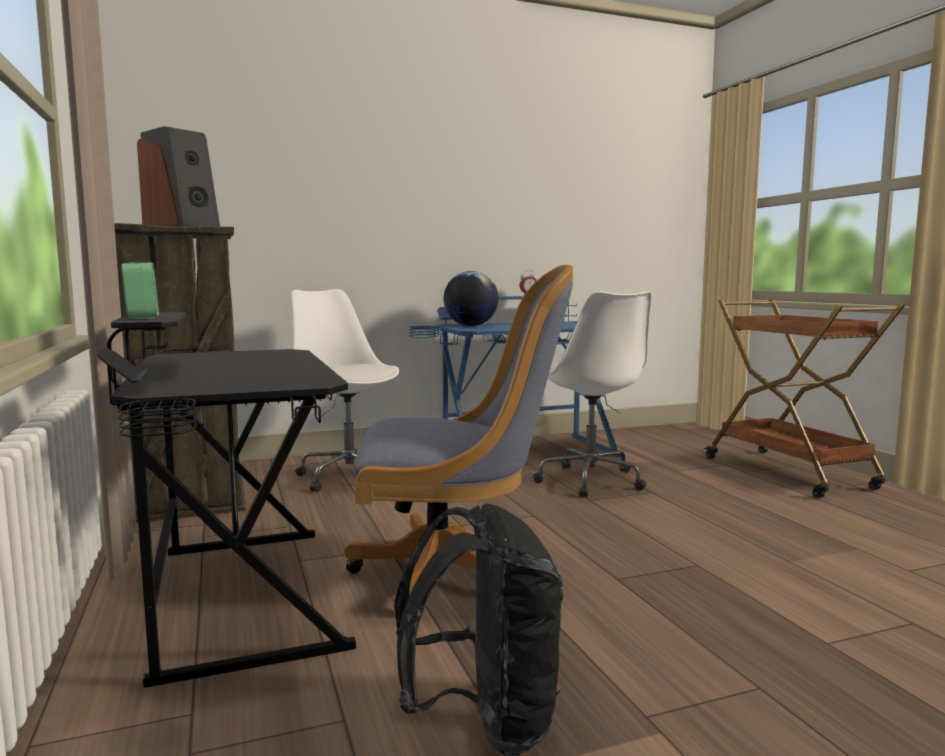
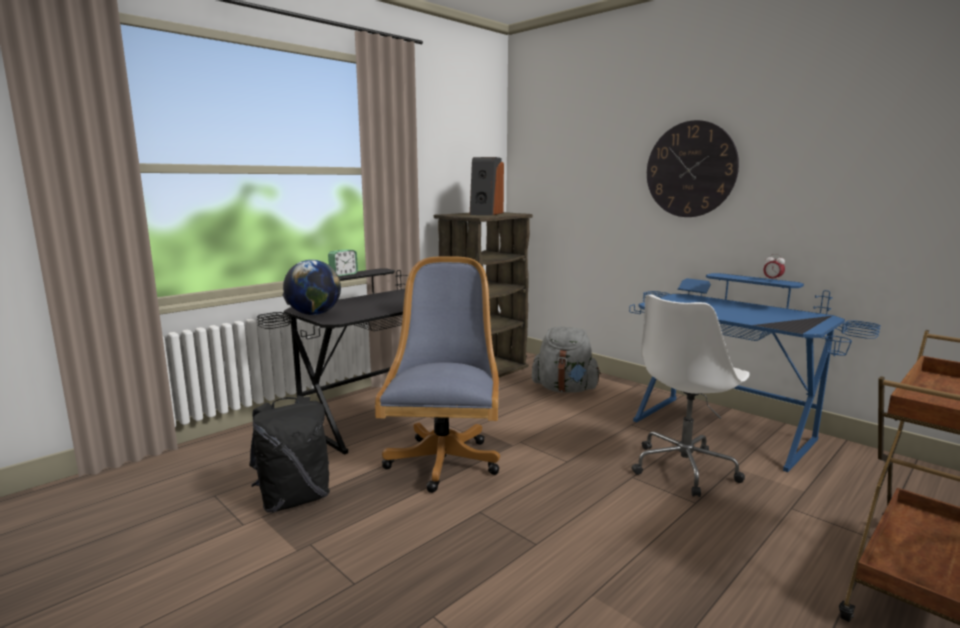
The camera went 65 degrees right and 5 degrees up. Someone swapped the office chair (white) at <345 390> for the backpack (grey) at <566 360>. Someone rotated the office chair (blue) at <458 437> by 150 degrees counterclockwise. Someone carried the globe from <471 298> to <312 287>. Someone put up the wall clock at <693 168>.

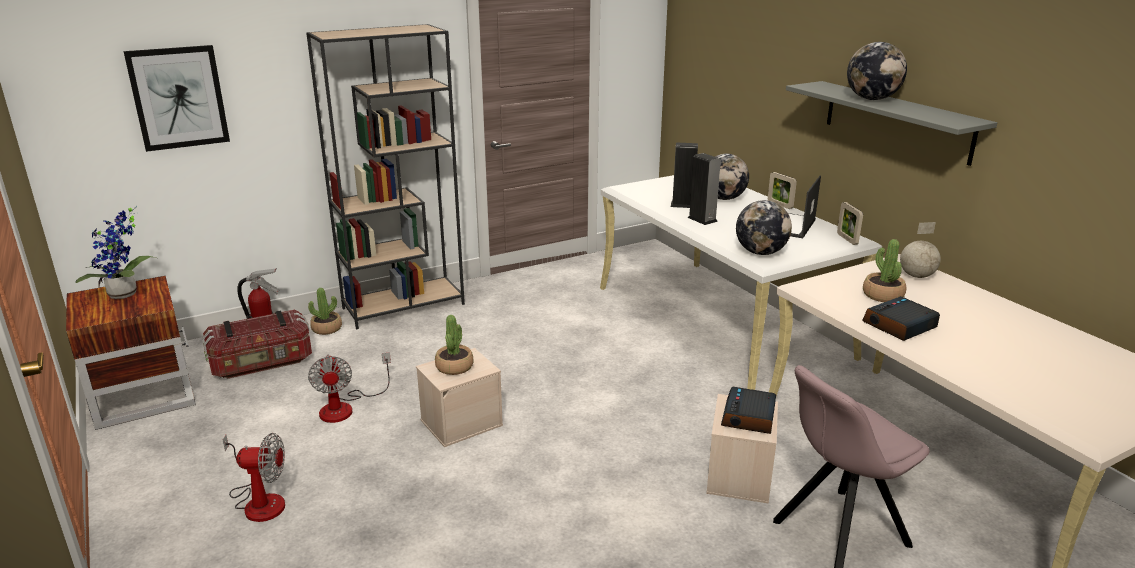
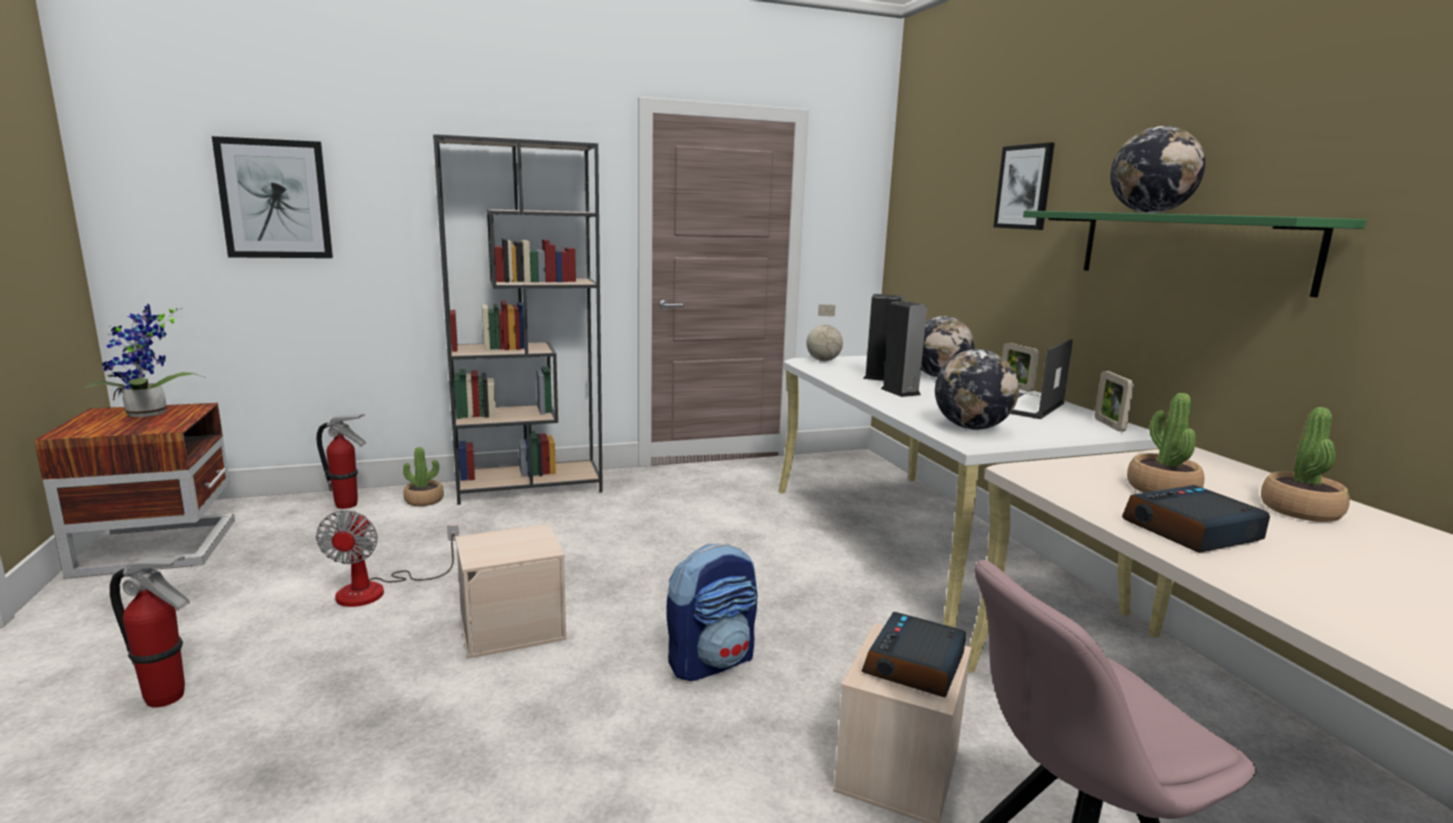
The camera went 10 degrees right and 10 degrees down. Someone took away the storage box at <257 344>. Someone swapped the fan at <254 477> for the fire extinguisher at <150 632>. Someone carried the potted plant from <454 345> to <1305 464>. Someone repainted the shelf (grey) at <891 123>, which became the shelf (green) at <1195 254>. Someone carried the globe from <920 250> to <824 332>. Someone put down the backpack at <712 612>. Someone put up the picture at <1024 186>.

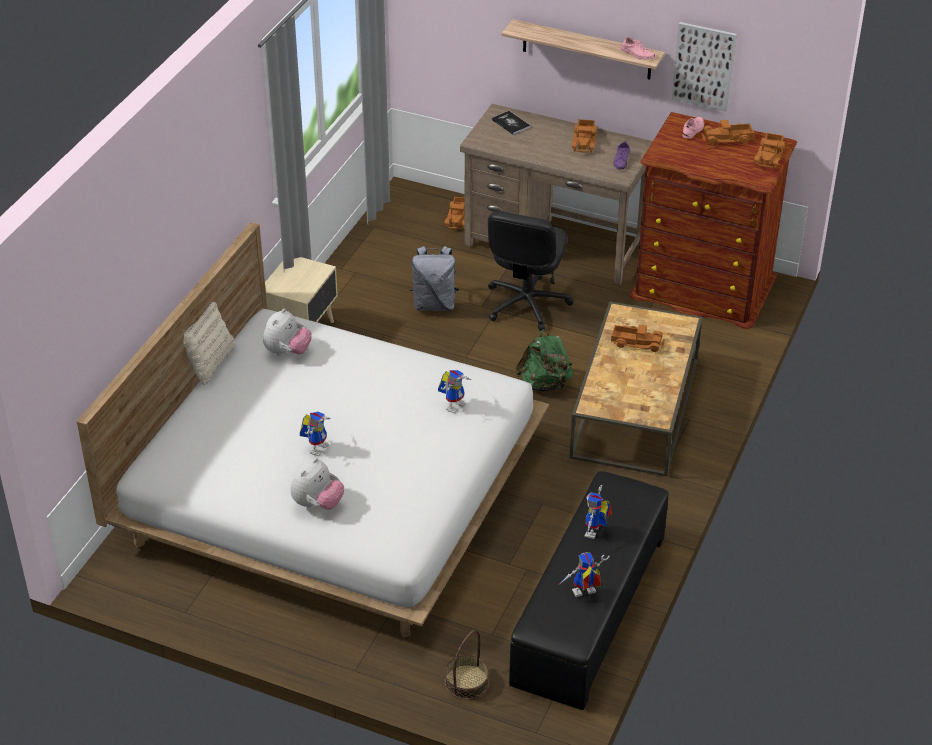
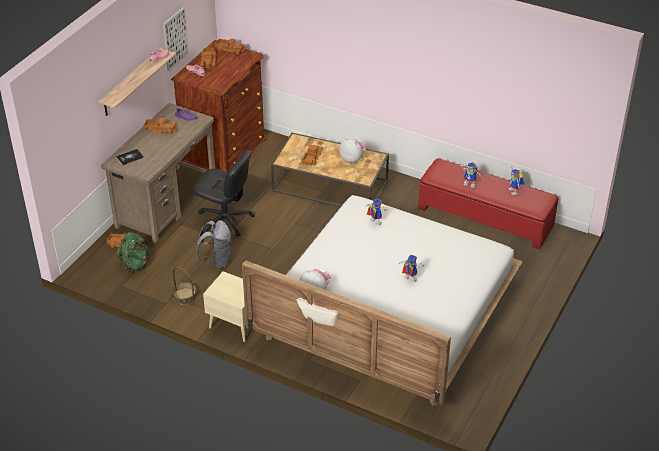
The camera went 85 degrees left and 0 degrees up. Someone carried the plush toy from <317 484> to <352 151>. Someone carried the basket from <467 664> to <184 286>. Someone repainted the bench (black) at <588 590>, which became the bench (red) at <488 203>. Someone carried the backpack (green) from <544 360> to <133 252>.

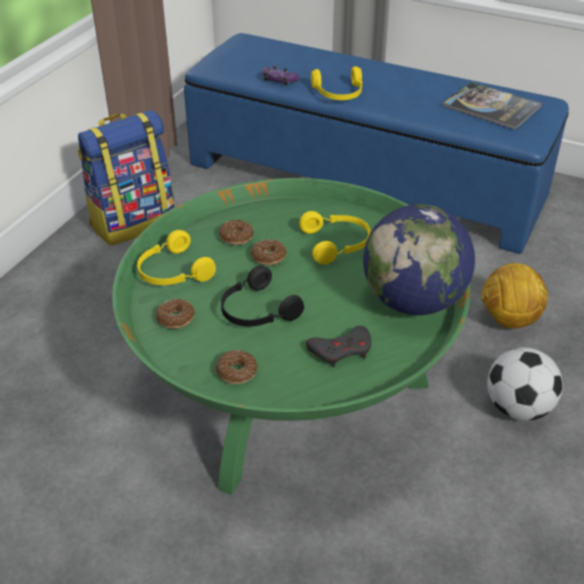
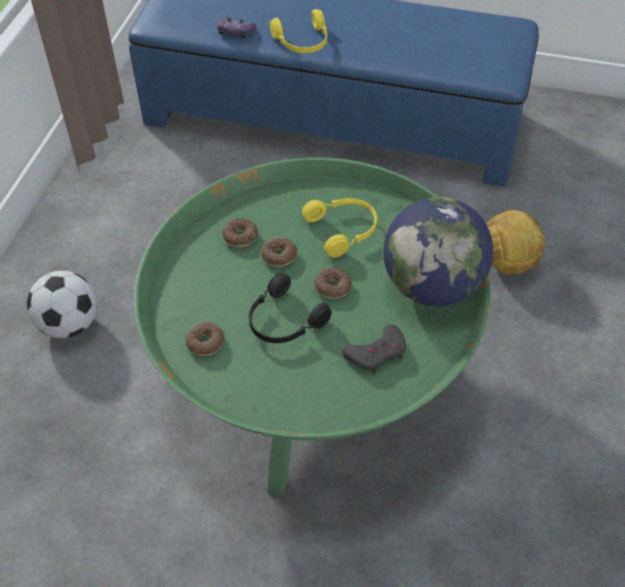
The camera went 10 degrees left and 10 degrees up. Someone took away the backpack at <126 178>. Someone took away the headphones (yellow) at <176 257>. Someone carried the donut from <237 367> to <333 283>. Someone took away the book at <492 106>. Someone carried the football from <525 384> to <62 304>.

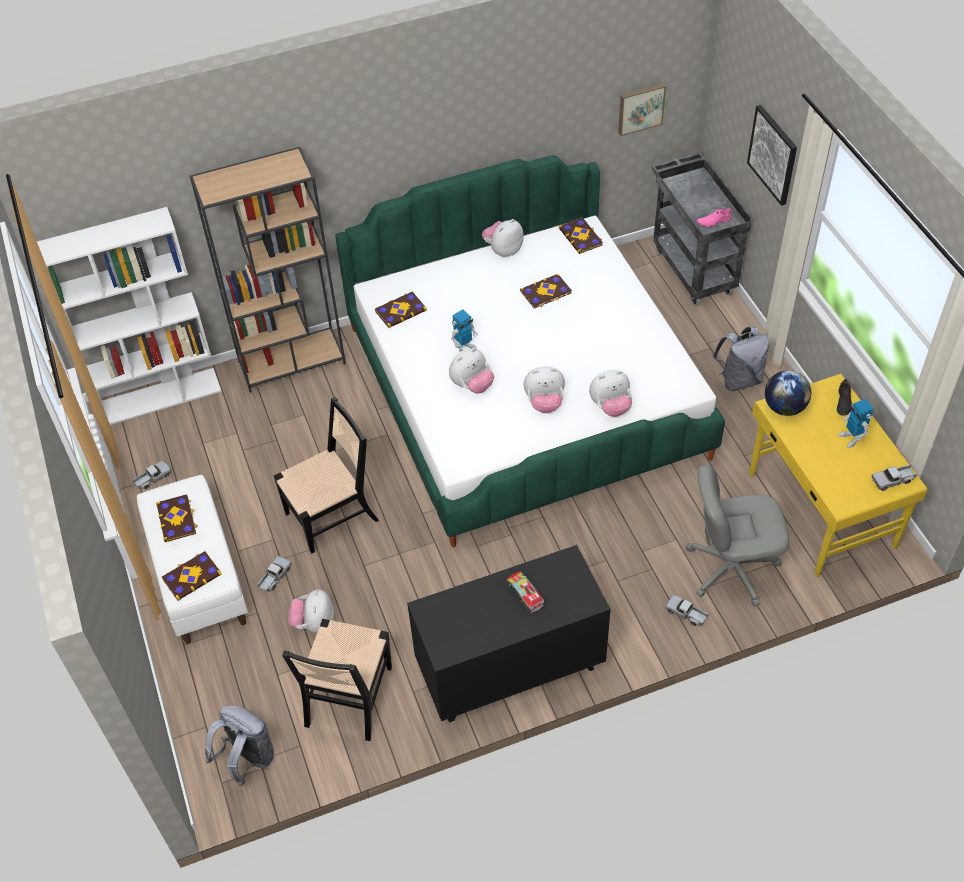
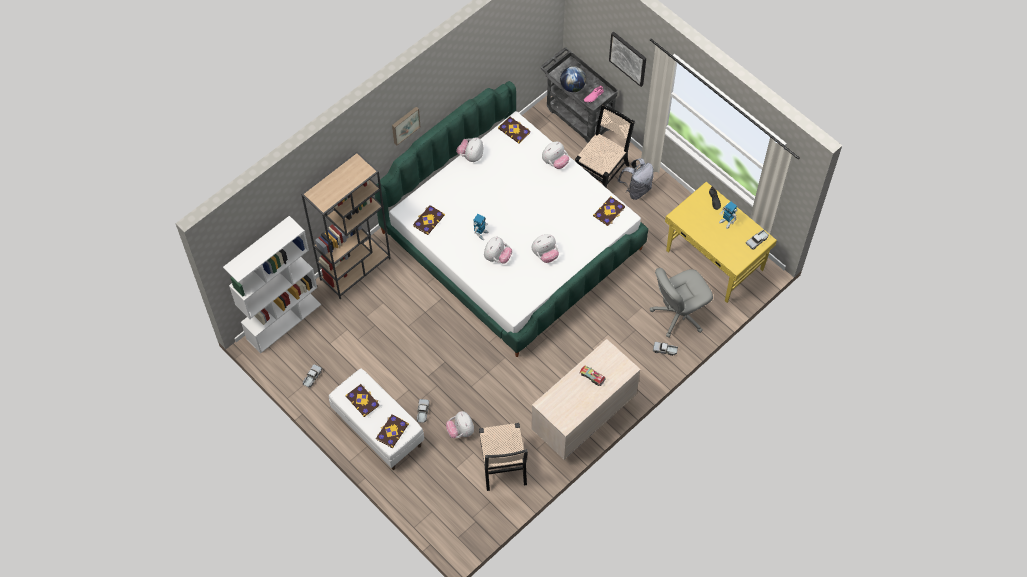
The camera went 25 degrees left and 10 degrees up. Someone took away the backpack (grey) at <239 745>. Someone carried the chair from <326 475> to <605 145>. Someone repainted the dresser (black) at <509 633>, which became the dresser (beige) at <585 399>. Someone carried the book from <546 291> to <609 211>. Someone carried the plush toy from <610 393> to <555 155>. Someone carried the picture from <642 109> to <406 126>. Someone carried the globe from <788 393> to <573 79>.

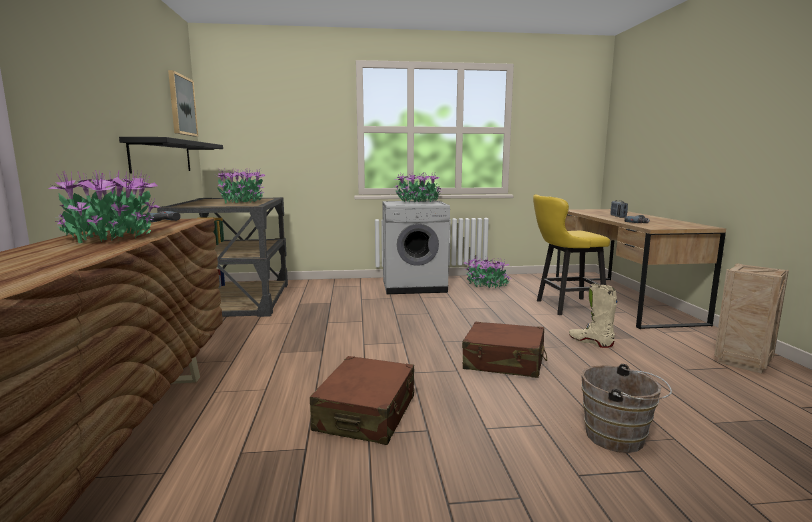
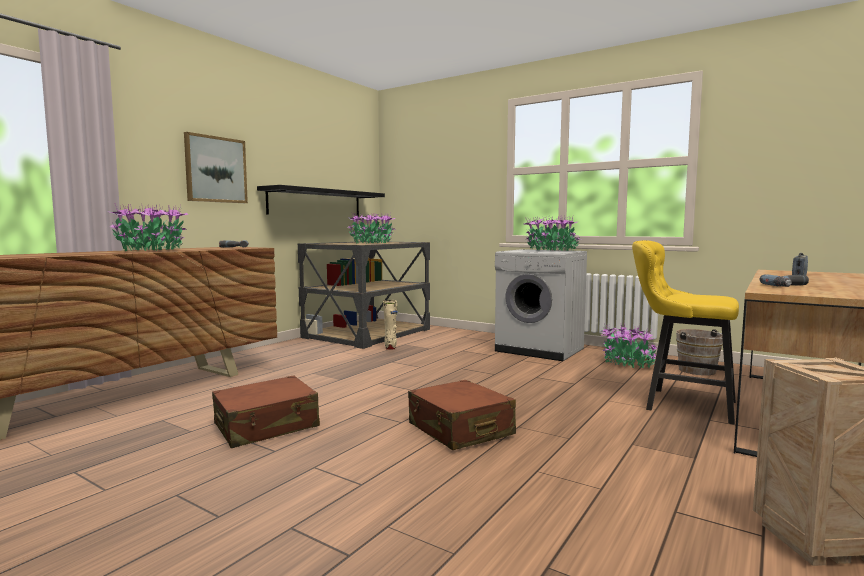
The camera went 40 degrees right and 5 degrees down. Someone carried the picture from <183 103> to <216 167>. Someone carried the boot (beige) from <593 316> to <390 324>. Someone carried the bucket (brown) from <626 408> to <699 352>.

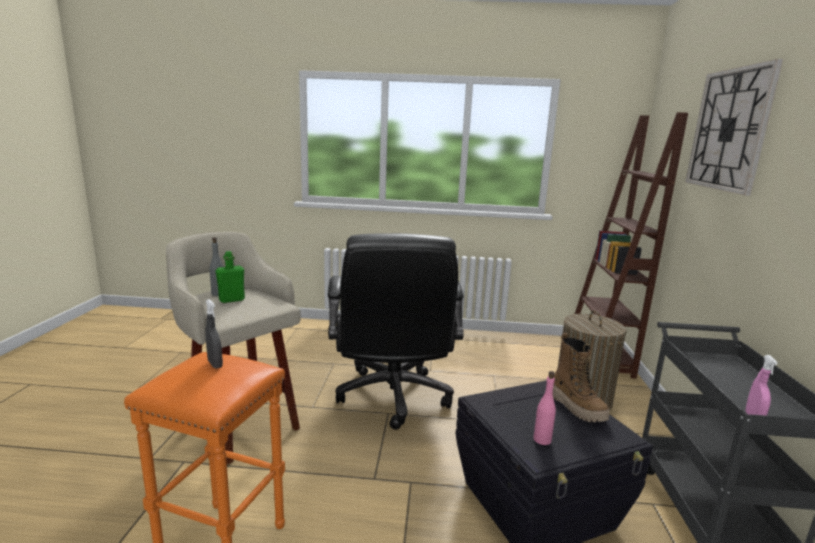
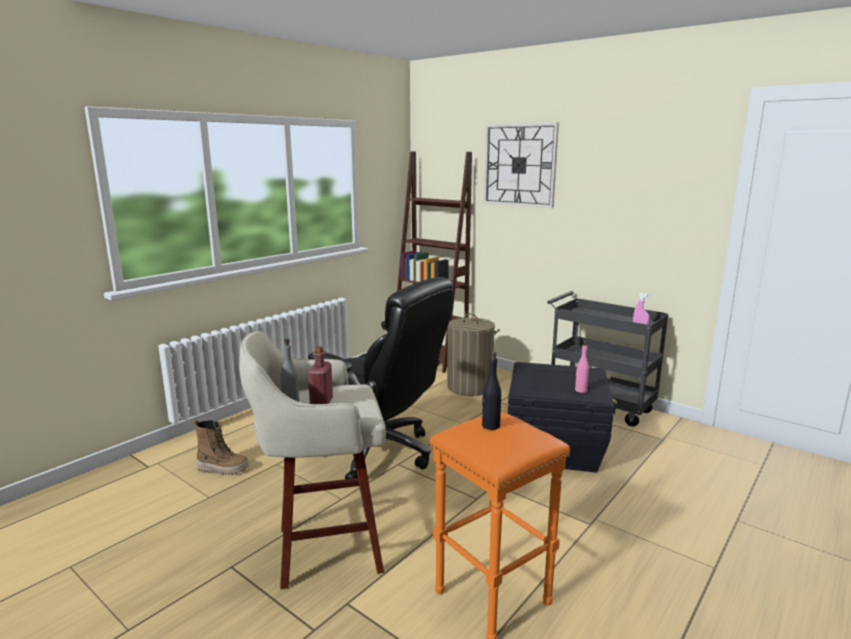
The camera went 55 degrees left and 0 degrees up. Someone swapped the spray bottle (grey) at <214 334> for the bottle (black) at <491 391>. Someone repainted the bottle (green) at <230 277>, which became the bottle (red) at <320 375>. Someone carried the boot from <581 377> to <221 447>.

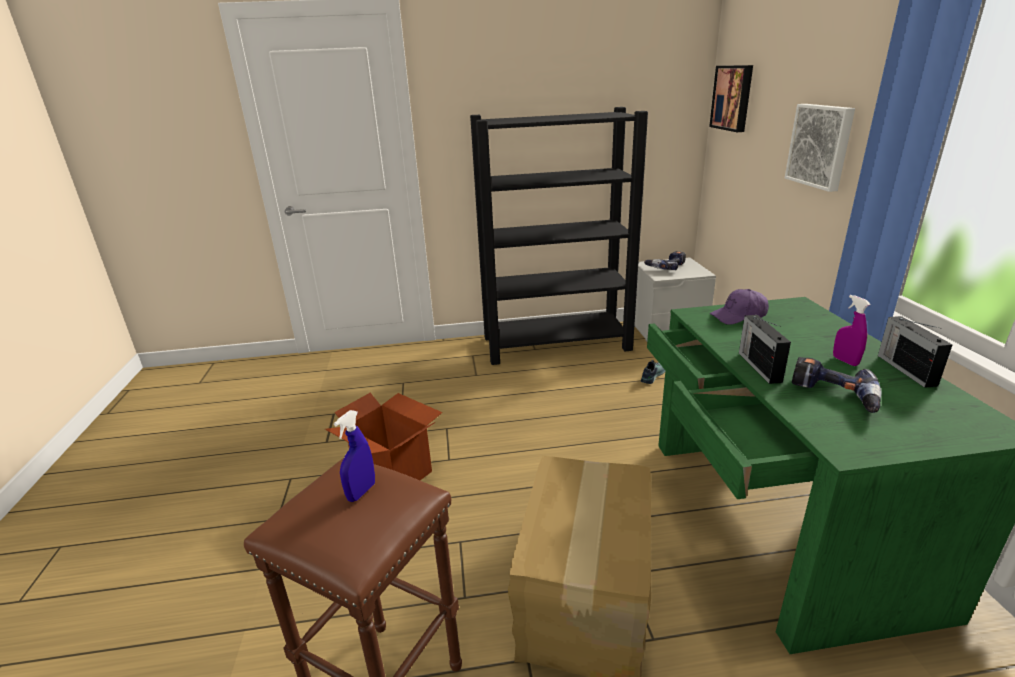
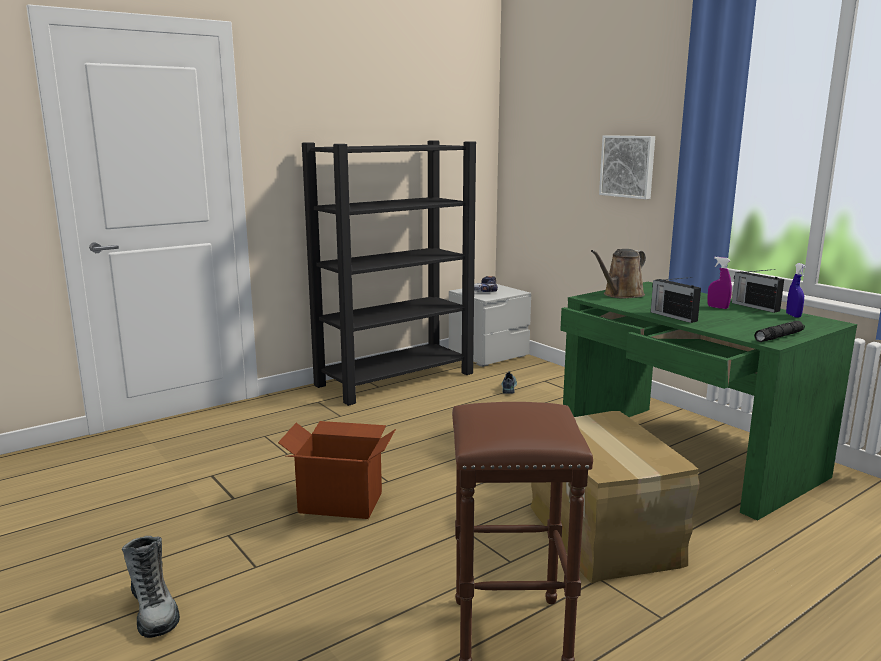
The camera went 30 degrees left and 10 degrees down. Someone carried the spray bottle (blue) from <354 456> to <796 290>. Someone took away the picture at <731 98>. Someone swapped the cap (purple) at <739 307> for the watering can (brown) at <618 274>. Someone took away the power drill at <837 385>. Someone put down the boot at <151 587>. Someone put down the flashlight (black) at <779 331>.

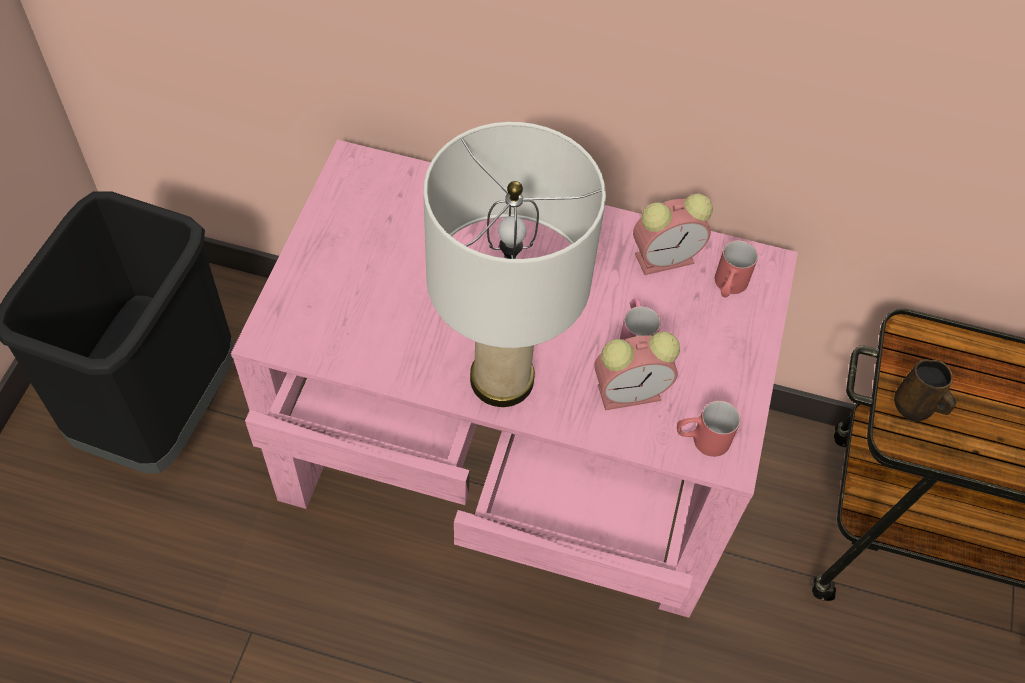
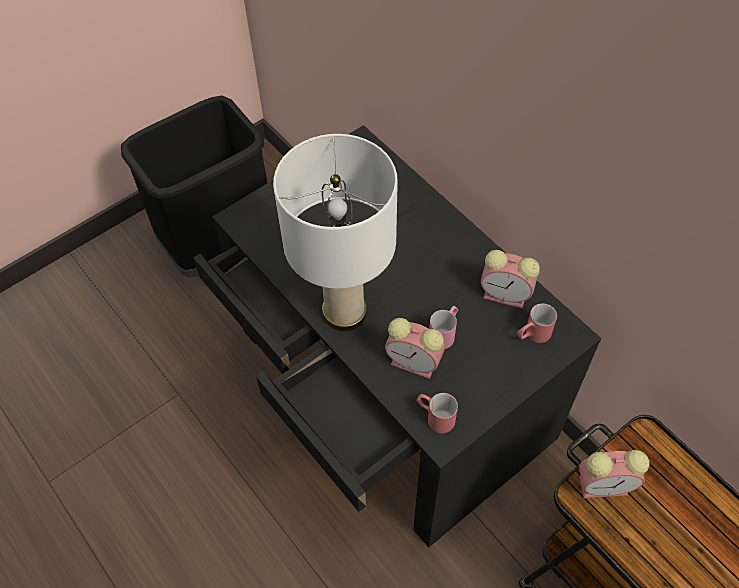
The camera went 40 degrees right and 0 degrees up. Someone repainted the desk (pink) at <514 379>, which became the desk (black) at <397 336>. Someone swapped the mug (brown) at <925 390> for the alarm clock at <614 474>.

